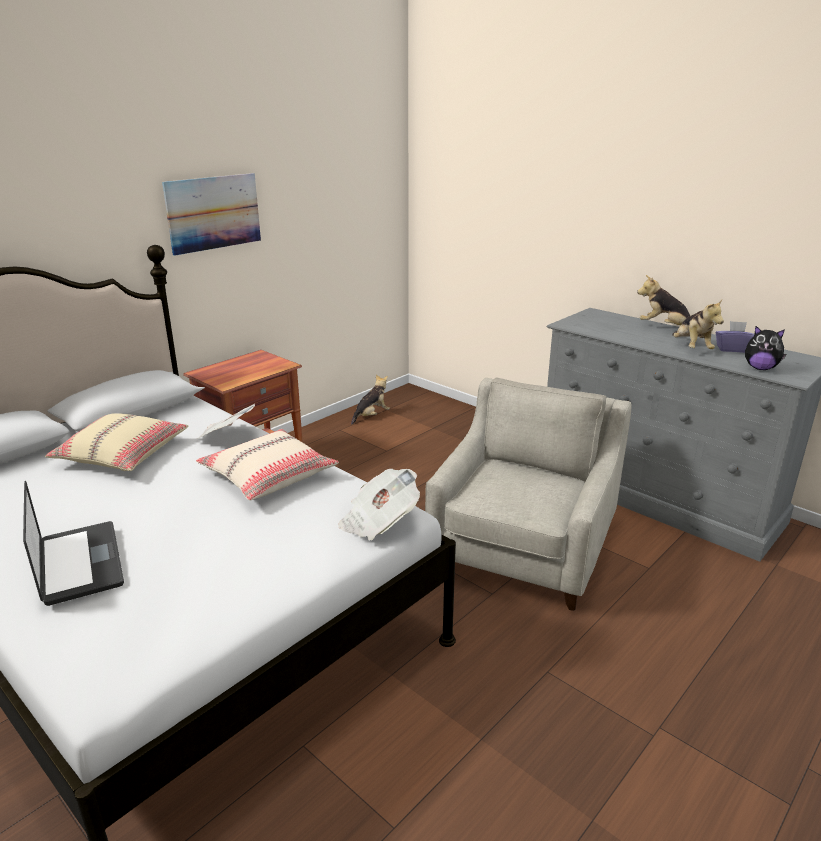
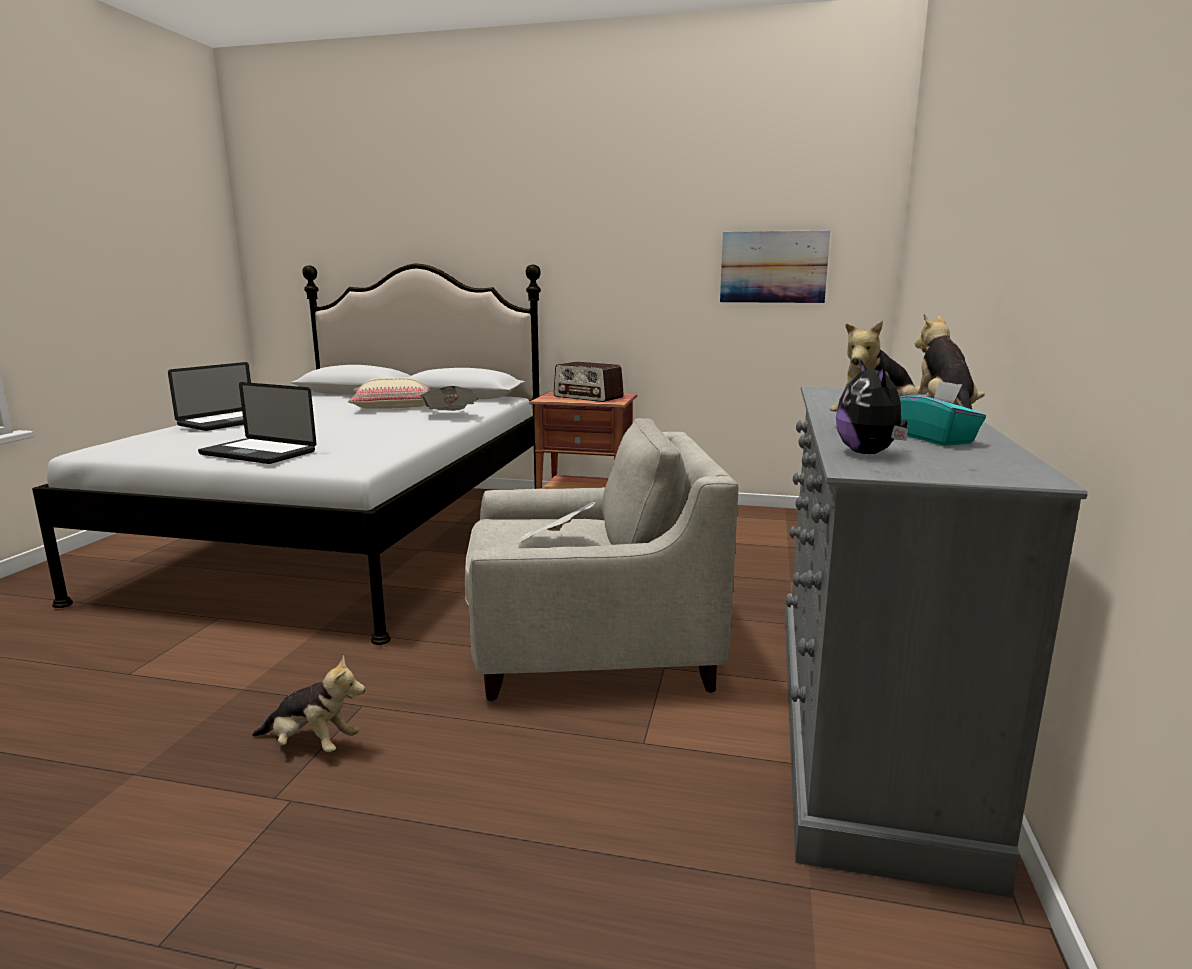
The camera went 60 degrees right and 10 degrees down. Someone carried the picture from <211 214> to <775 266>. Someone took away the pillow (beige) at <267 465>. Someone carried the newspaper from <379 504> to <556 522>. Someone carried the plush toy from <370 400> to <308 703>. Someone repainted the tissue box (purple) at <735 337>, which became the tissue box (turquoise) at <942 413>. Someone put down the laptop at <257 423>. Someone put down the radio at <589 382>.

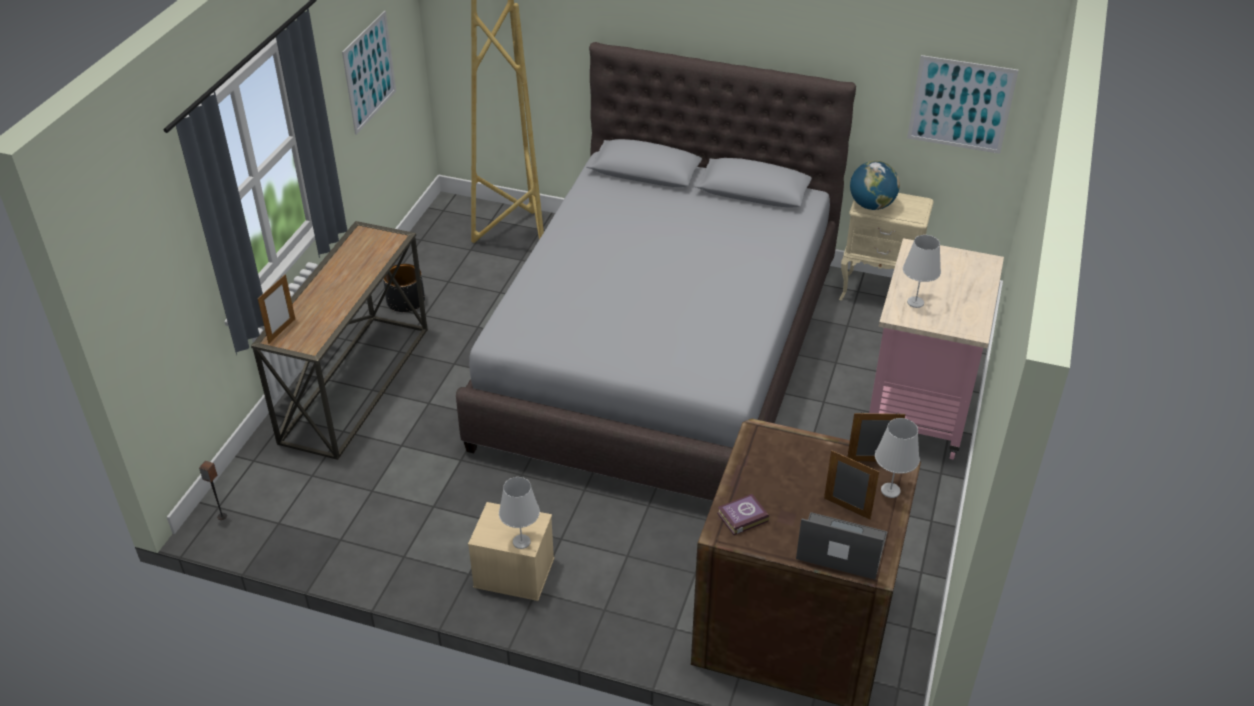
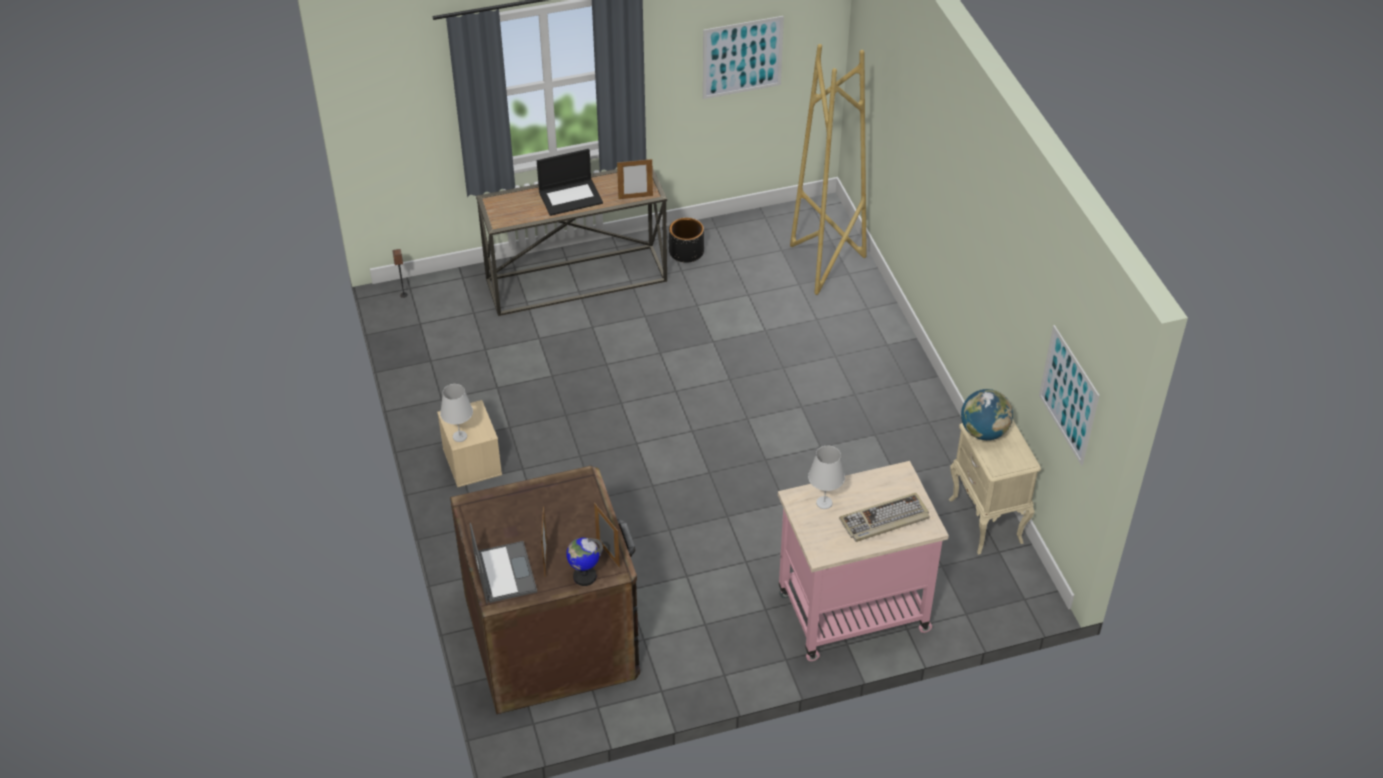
The camera went 55 degrees right and 5 degrees up. Someone carried the picture frame from <276 309> to <635 178>. Someone took away the bed (grey) at <656 271>. Someone took away the book at <743 514>. Someone swapped the table lamp (white) at <897 458> for the globe at <584 561>. Someone put down the laptop at <570 182>. Someone put down the keyboard at <884 517>.

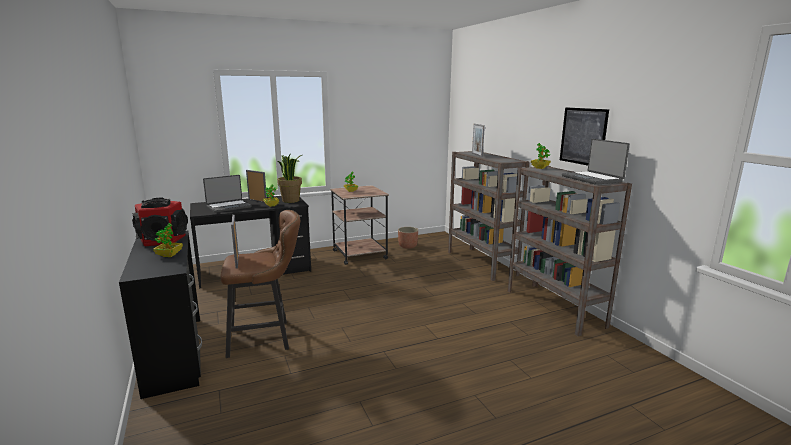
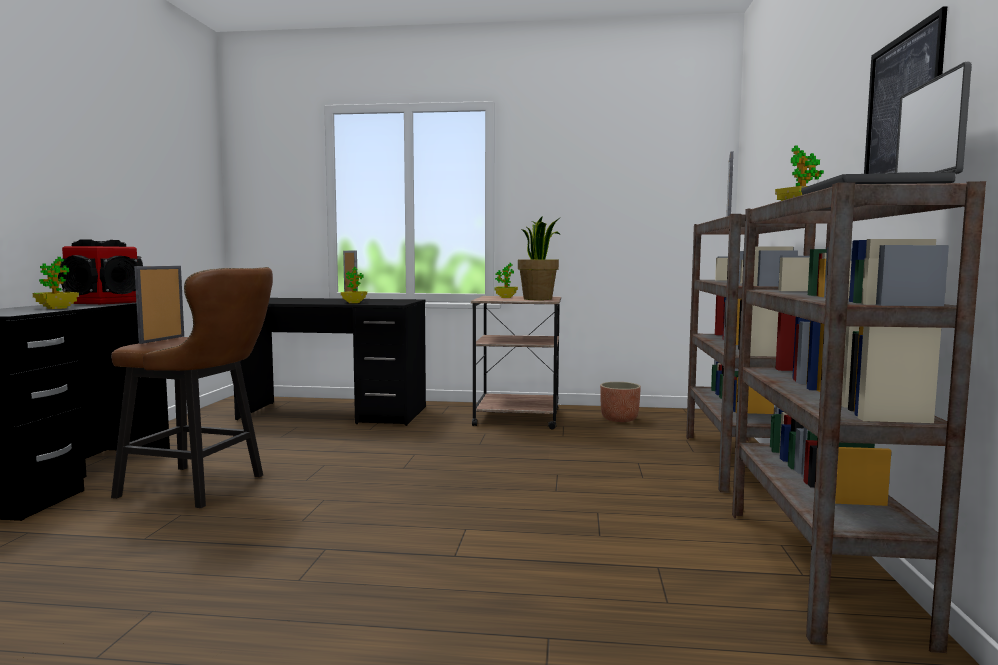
The camera went 30 degrees right and 10 degrees down. Someone took away the laptop at <227 194>. Someone carried the potted plant from <289 179> to <539 258>.

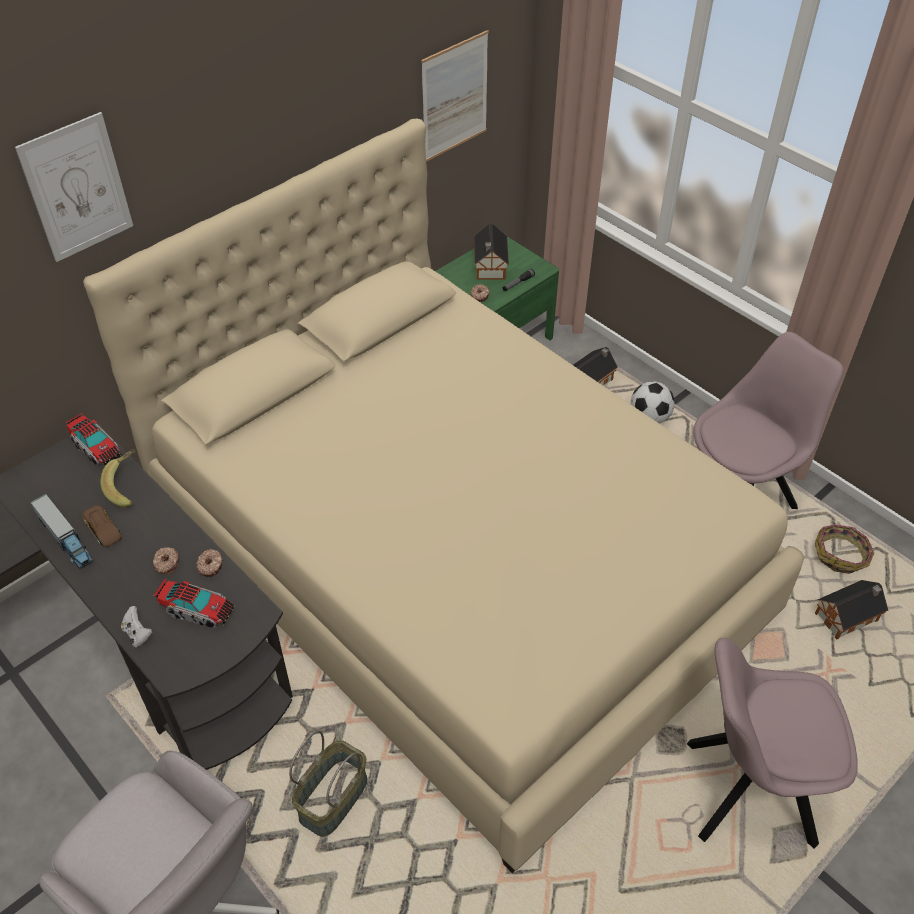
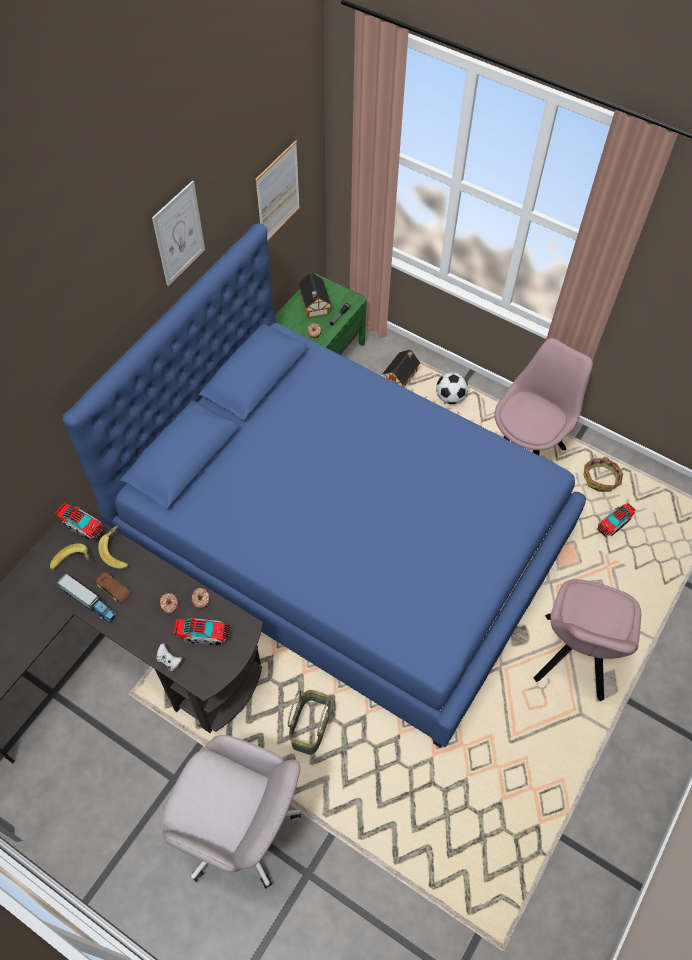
The camera went 15 degrees left and 10 degrees up. Someone carried the picture from <74 187> to <178 233>. Someone repainted the bed (beige) at <443 495>, which became the bed (blue) at <324 485>. Someone rotated the chair (pink) at <772 743> by 60 degrees counterclockwise. Someone swapped the toy house at <851 610> for the toy truck at <616 519>. Someone put down the banana at <69 556>.

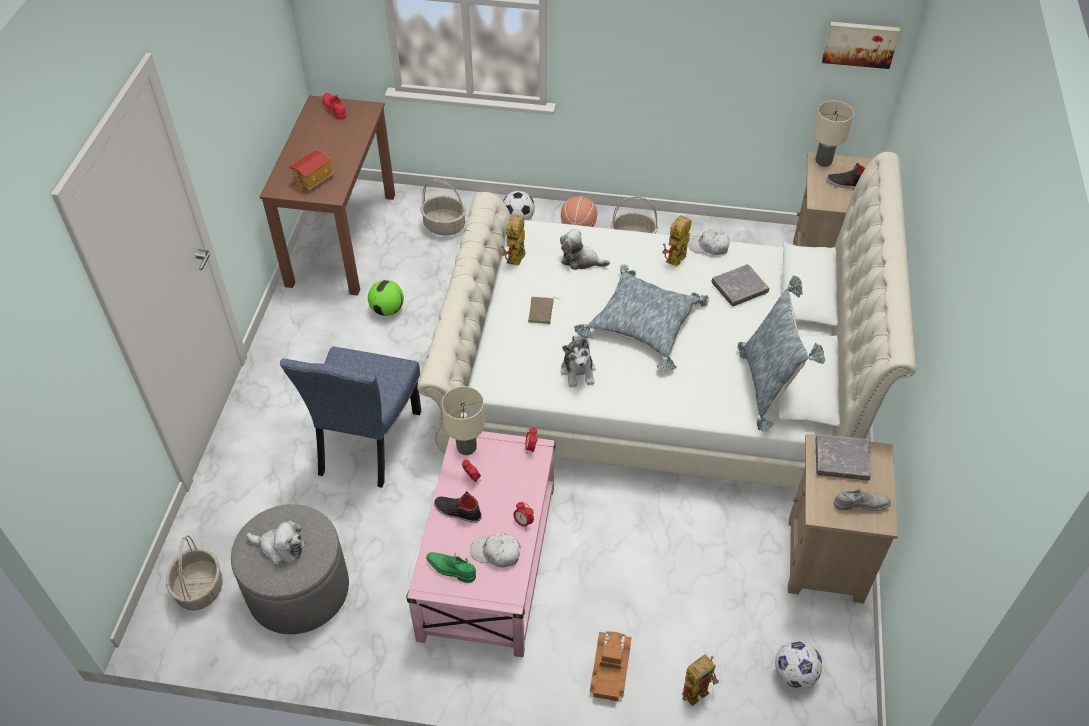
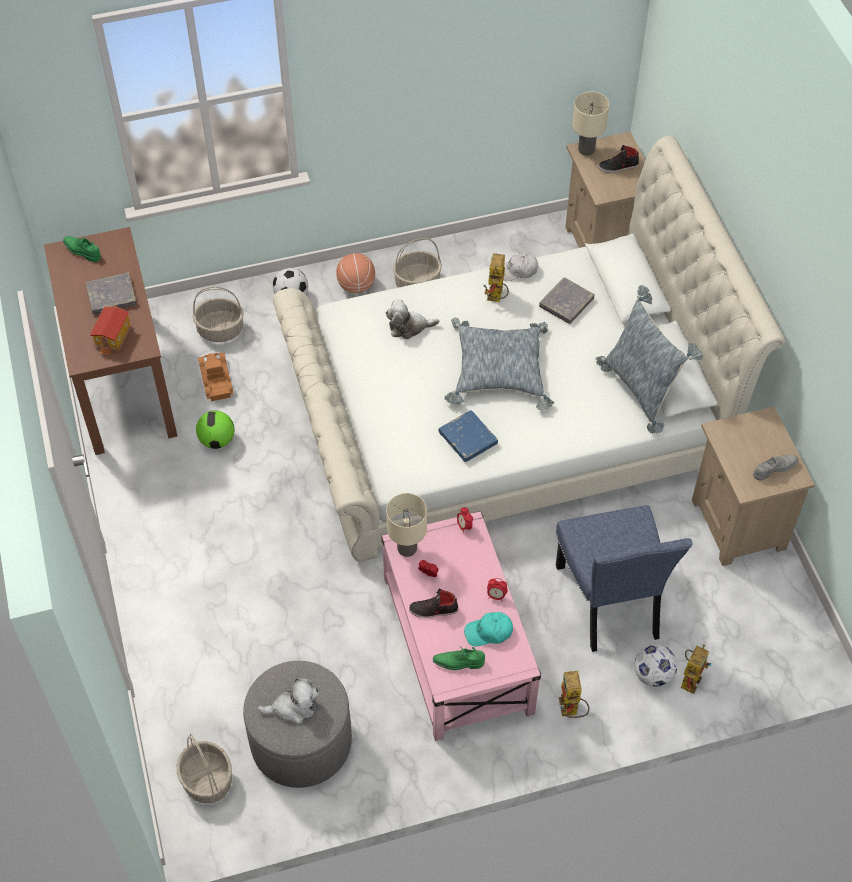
The camera went 25 degrees left and 5 degrees up. Someone carried the chair (blue) from <350 417> to <624 578>. Someone repainted the shoe (red) at <334 106>, which became the shoe (green) at <82 249>. Someone repainted the cap (white) at <496 550>, which became the cap (turquoise) at <488 629>. Someone carried the toy robot from <513 240> to <574 694>. Someone took away the book (brown) at <544 310>. Someone swapped the plush toy at <578 361> for the book (blue) at <468 436>. Someone carried the toy truck from <611 666> to <216 377>. Someone carried the football from <798 664> to <655 665>. Someone carried the book (grey) from <843 457> to <111 293>. Someone took away the picture at <861 45>.

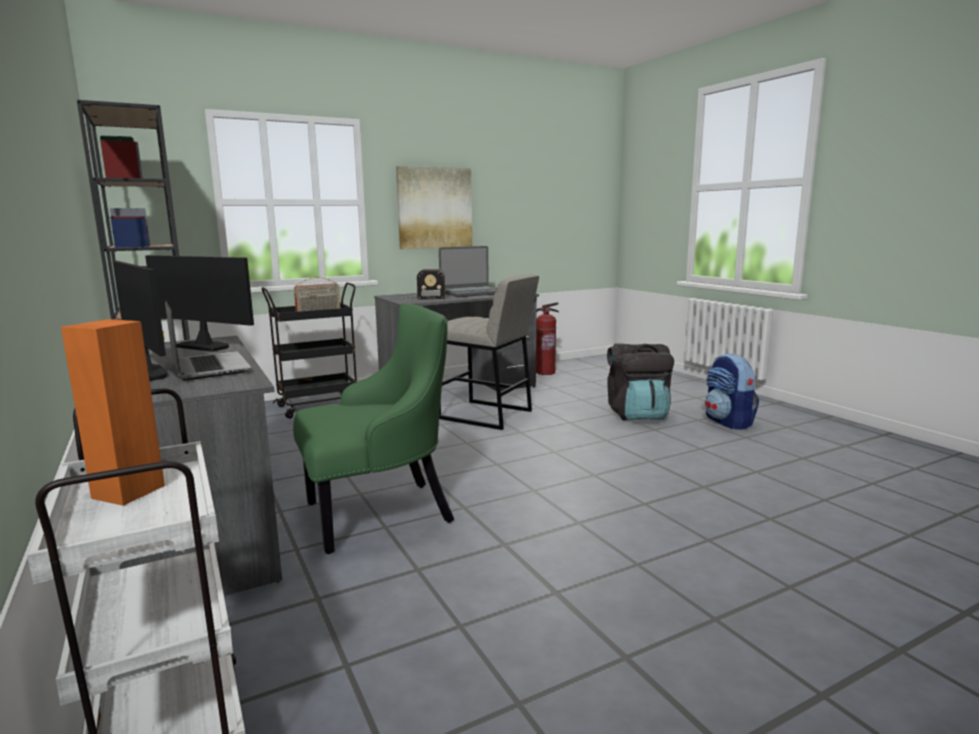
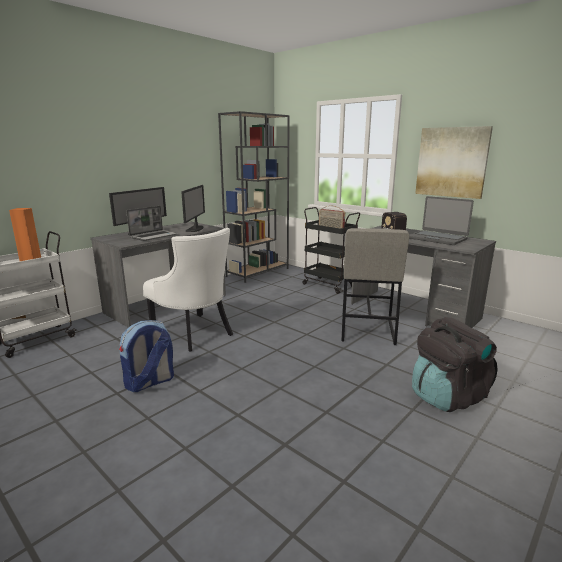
The camera went 70 degrees right and 5 degrees up. Someone repainted the chair (green) at <373 428>, which became the chair (white) at <188 290>. Someone took away the fire extinguisher at <547 338>. Someone carried the backpack from <732 391> to <146 356>.

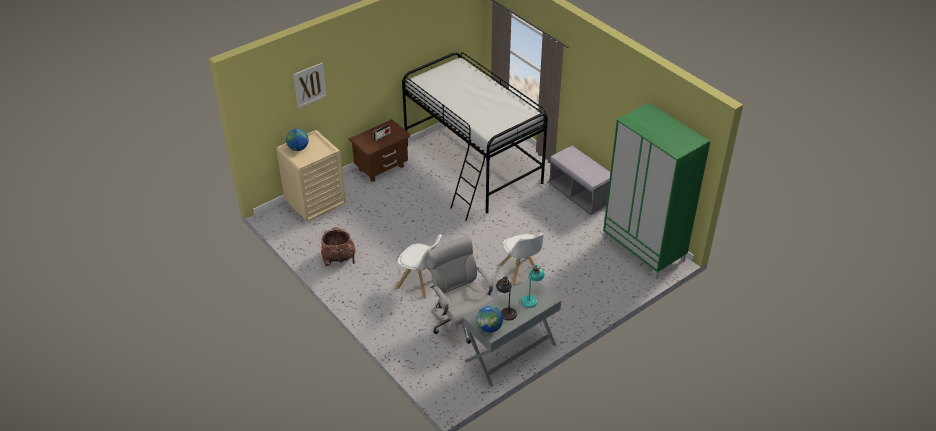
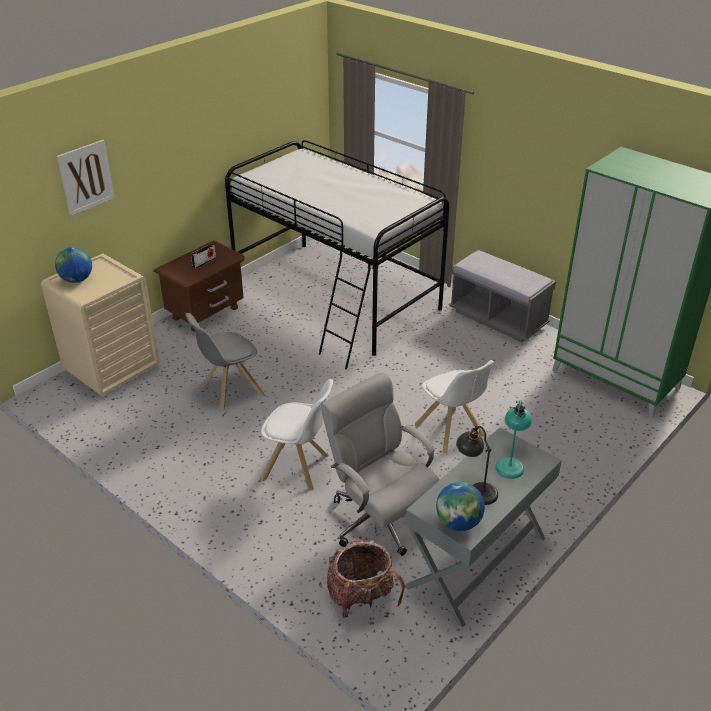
The camera went 10 degrees left and 5 degrees down. Someone carried the backpack from <338 246> to <366 578>. Someone put down the chair (grey) at <224 362>.

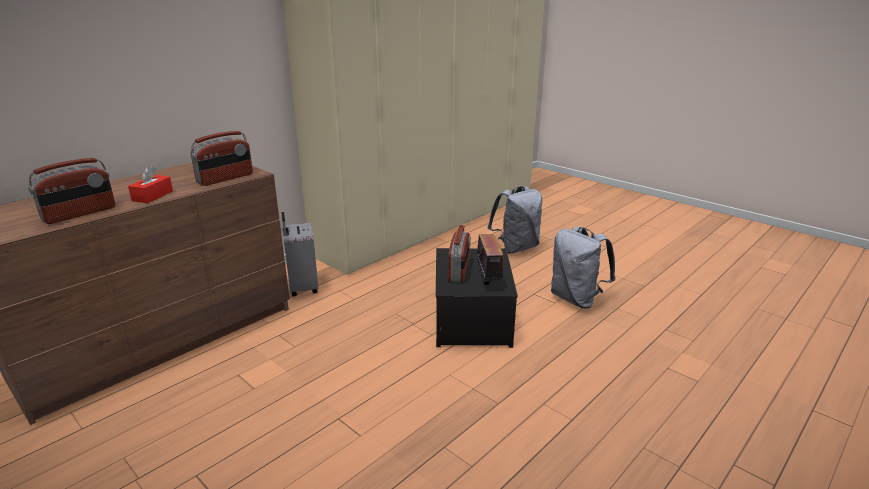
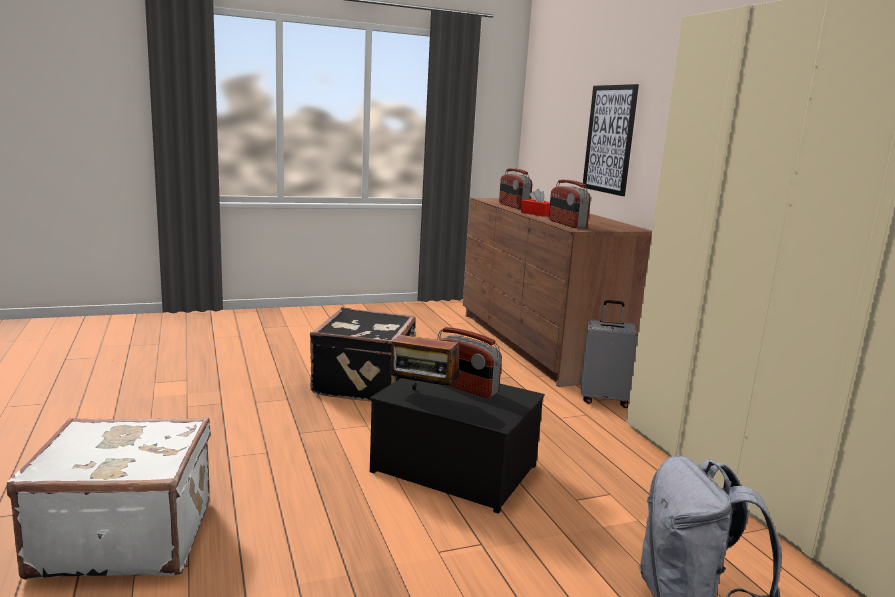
The camera went 115 degrees right and 10 degrees down. Someone took away the backpack (grey) at <583 268>. Someone put down the suitcase (white) at <109 499>. Someone put down the suitcase (black) at <363 354>. Someone put up the picture at <611 140>.

